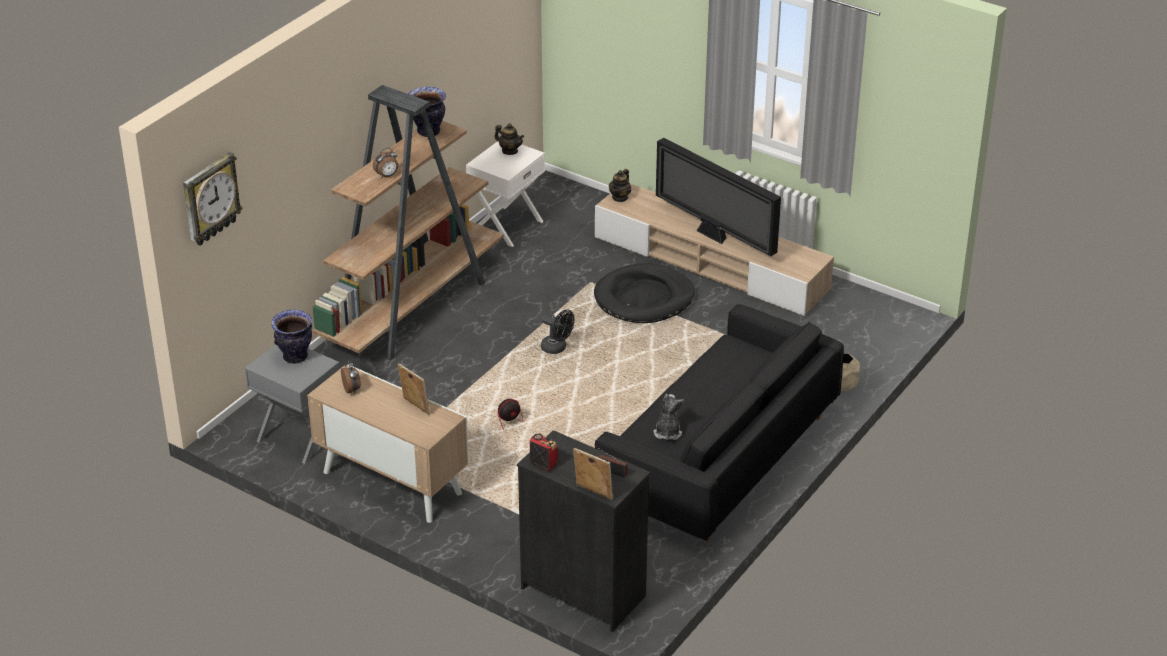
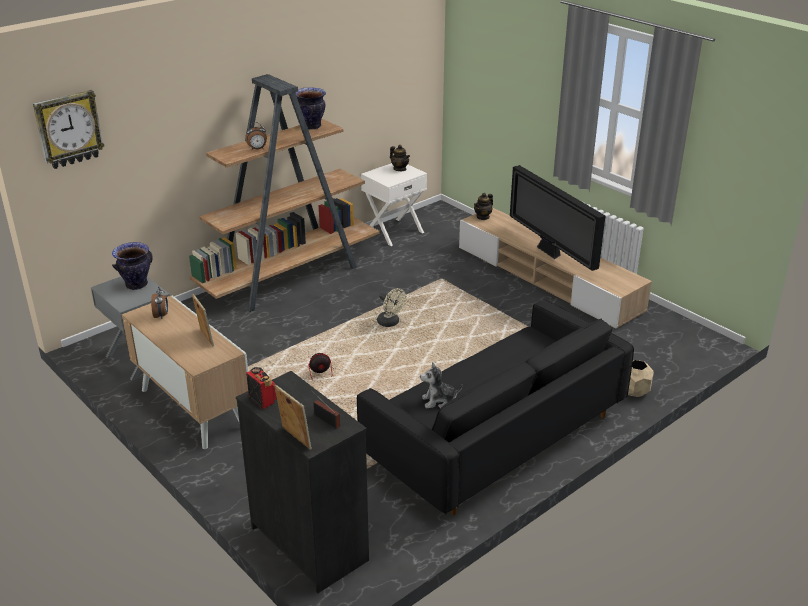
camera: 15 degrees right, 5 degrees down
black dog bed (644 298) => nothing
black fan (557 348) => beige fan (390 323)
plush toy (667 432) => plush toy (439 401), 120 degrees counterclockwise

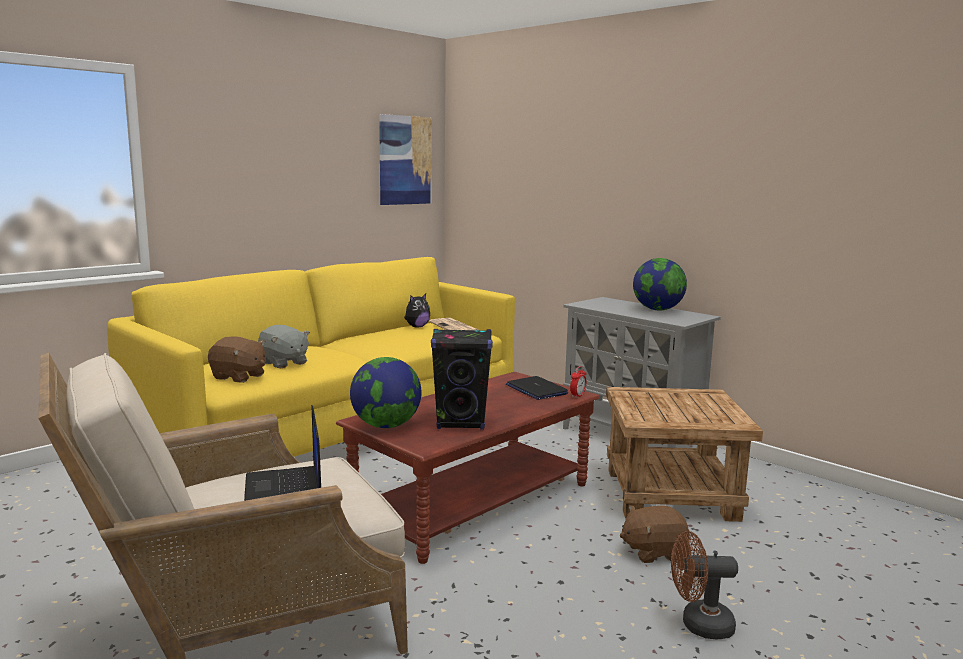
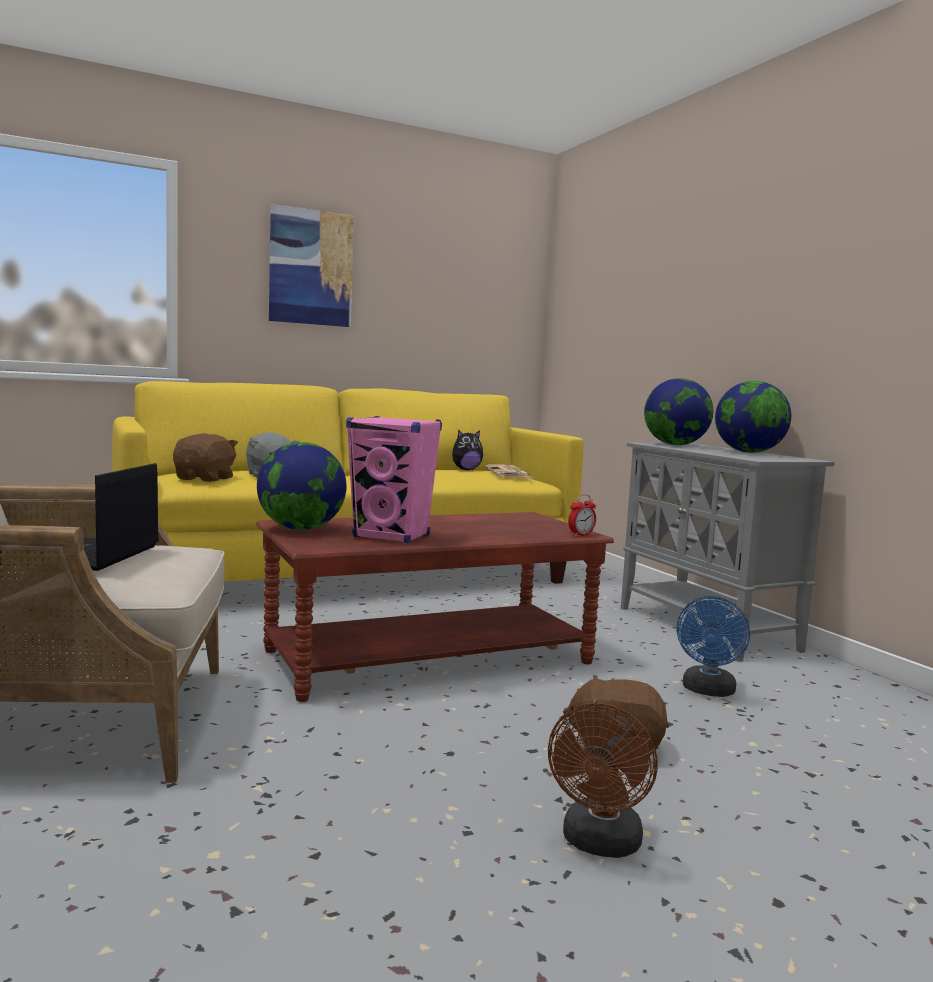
camera: 20 degrees right, 5 degrees down
picture (405 160) => picture (311 267), shifted
black speaker (461 423) => pink speaker (392 537)
brown plush toy (238 377) => brown plush toy (205 479), 120 degrees counterclockwise
laptop (536 389) => nothing
brown side table (671 493) => blue fan (708 691)
brown fan (699 625) => brown fan (599 844), 90 degrees counterclockwise
nothing => globe (675 445)

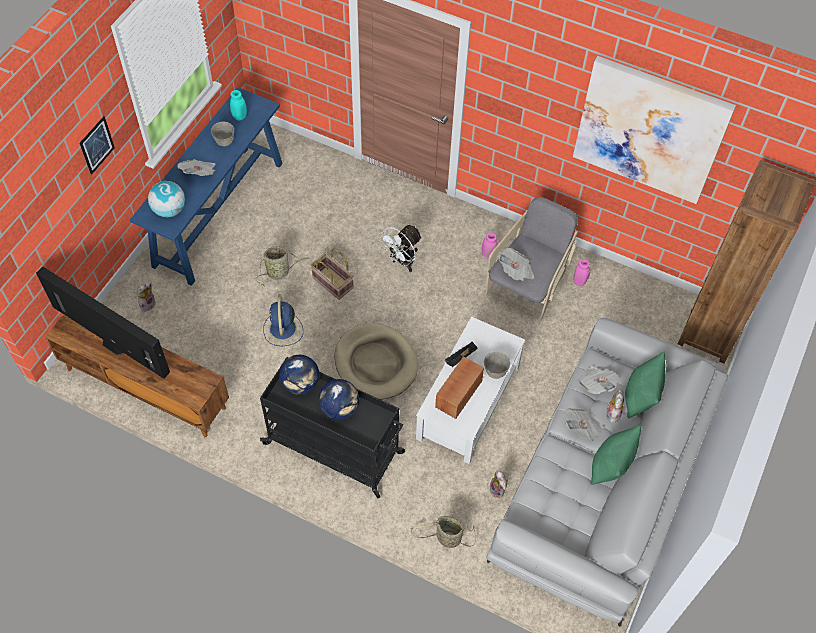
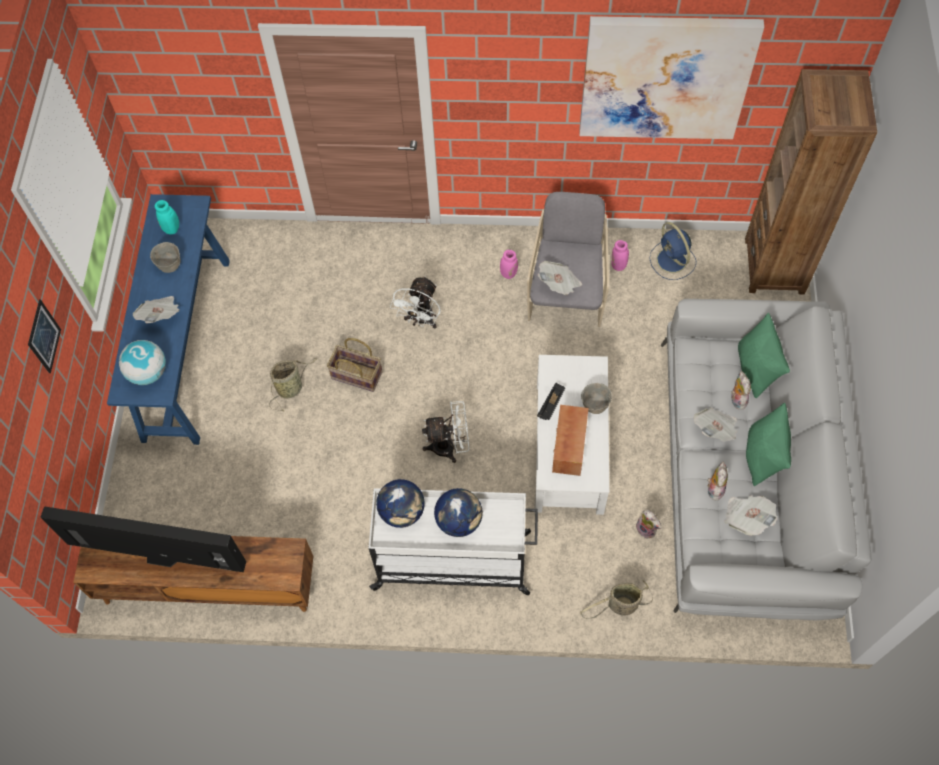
camera: 20 degrees left, 5 degrees up
plush toy (147 304) => plush toy (714 488), shifted
blue fan (283 329) => blue fan (672 261), shifted
beige dog bed (376 363) => white fan (450 446)
black cart (335 448) => white cart (454 560)
newspaper (596 384) => newspaper (747 518), shifted

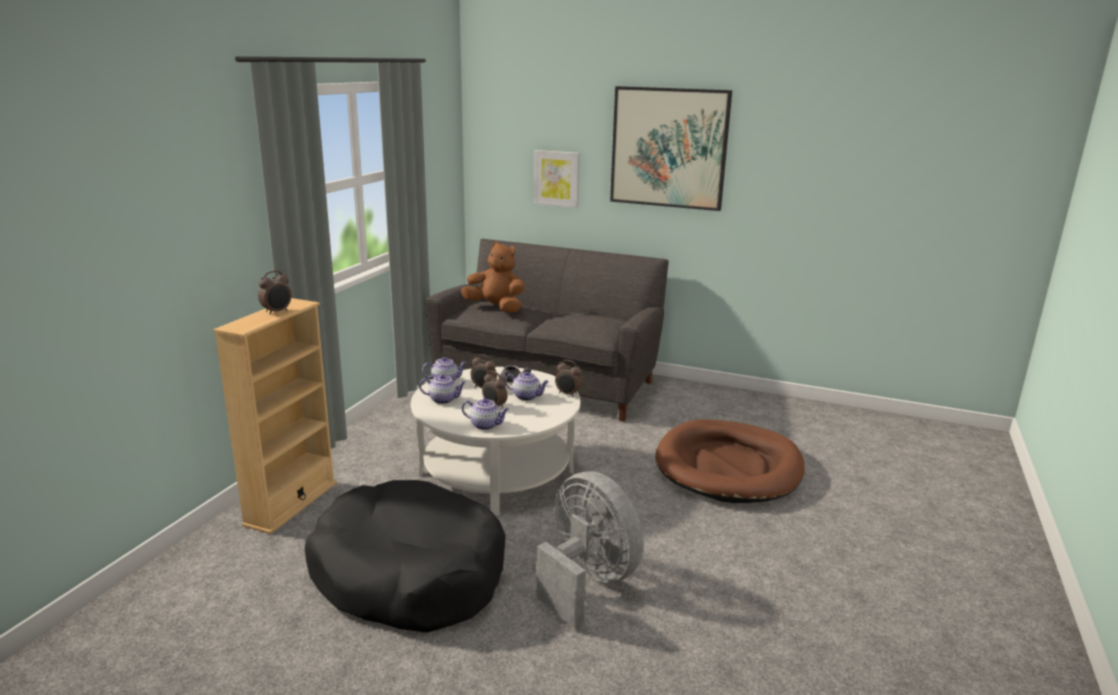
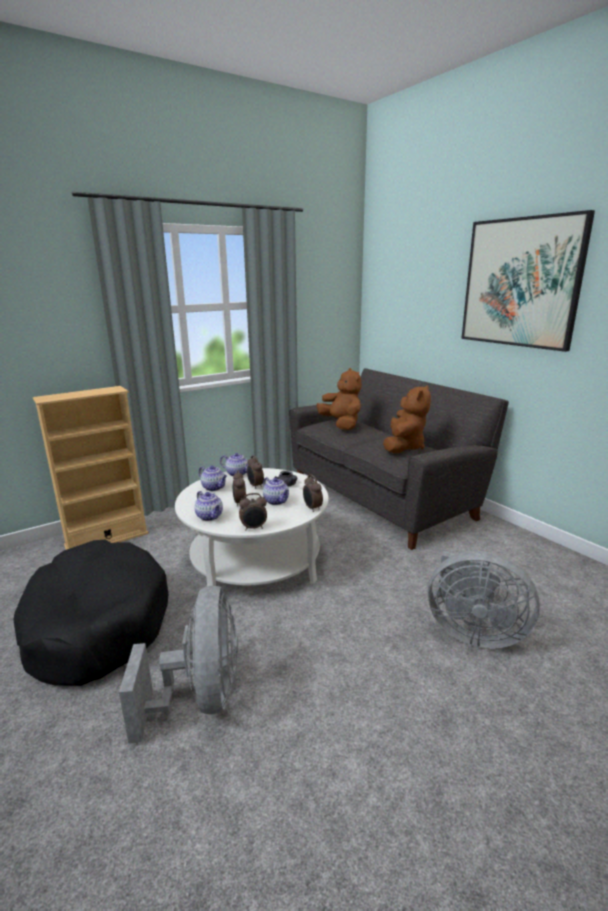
camera: 35 degrees right, 0 degrees up
picture (557 178) => nothing
alarm clock (277 312) => alarm clock (254 528), shifted
brown dog bed (728 467) => grey fan (472 632)
nothing => brown plush toy (404 447)

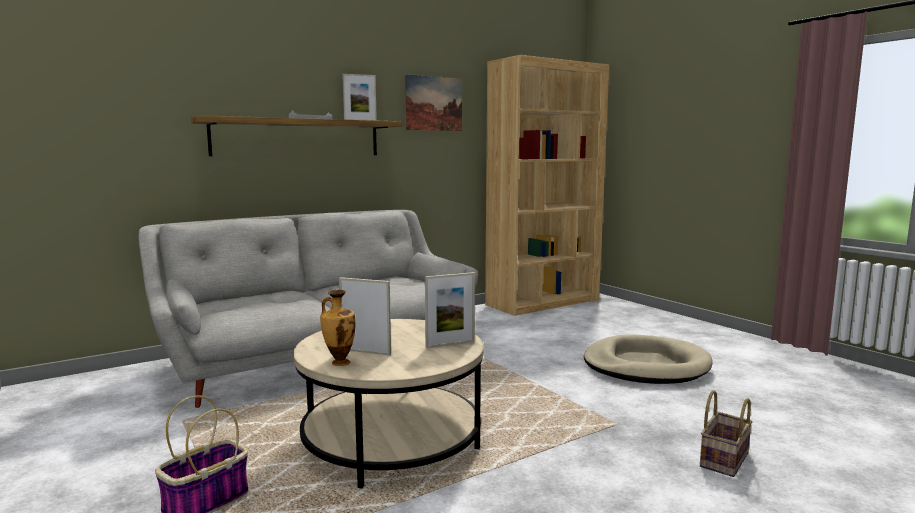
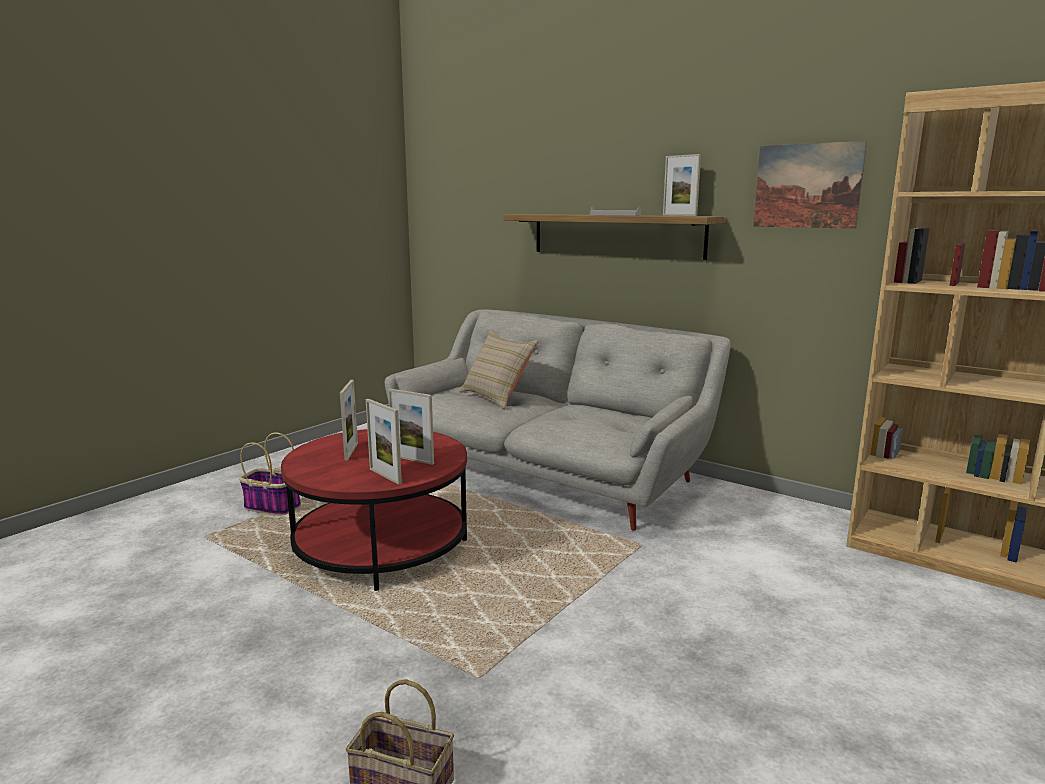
camera: 70 degrees right, 5 degrees up
vase (339 362) => nothing
beige coffee table (392 440) => red coffee table (381 546)
beige dog bed (645 365) => nothing
nothing => beige pillow (497 397)
nothing => picture frame (412 460)

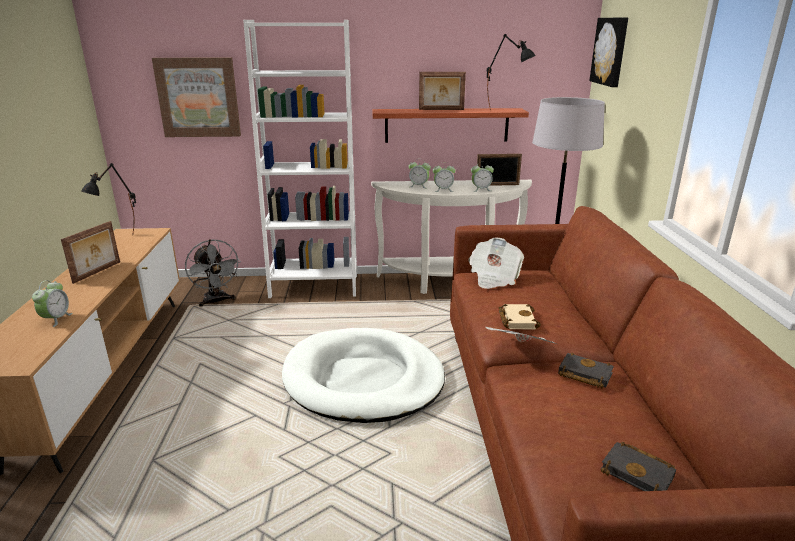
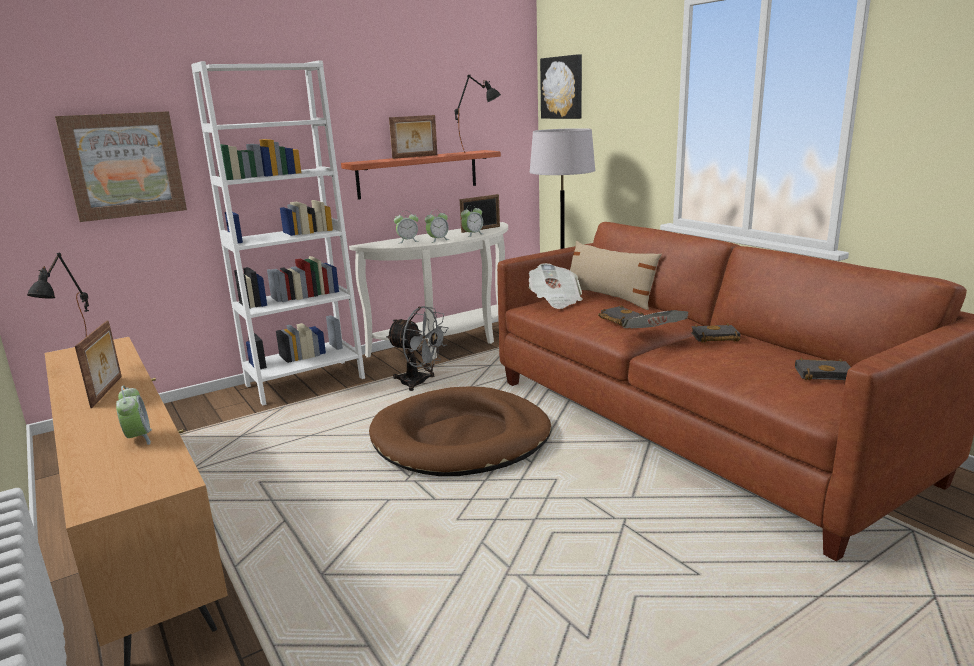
camera: 30 degrees left, 5 degrees down
grey fan (216 301) => grey fan (419 383), shifted
beige book (516 319) => black book (619 320)
white dog bed (363 379) => brown dog bed (461 438)
nothing => beige pillow (609 297)

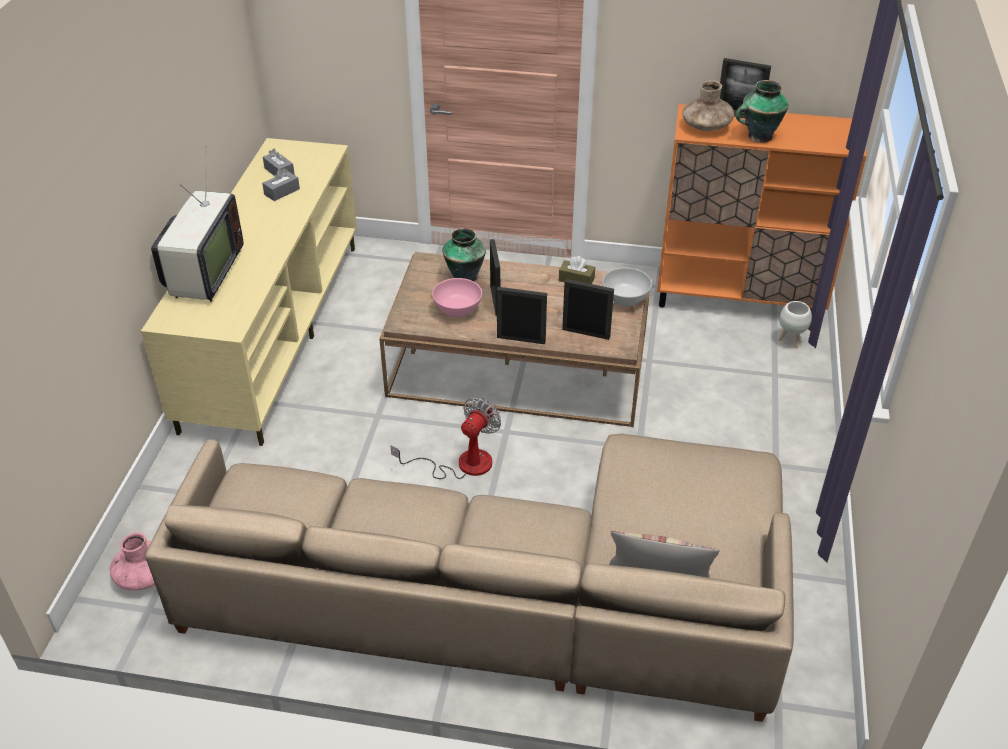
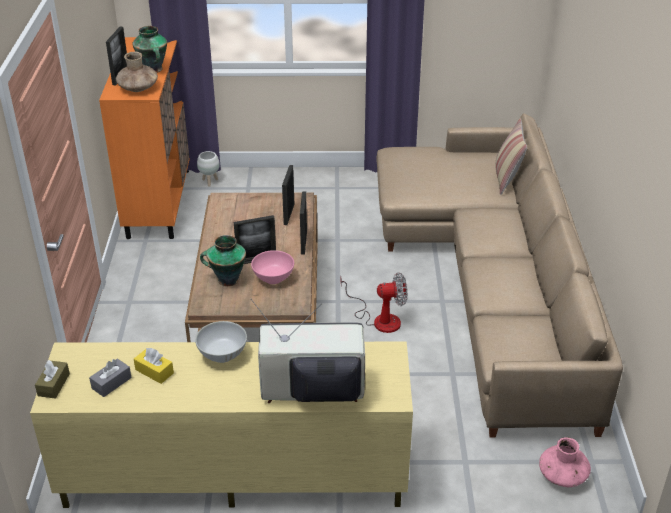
camera: 100 degrees left, 5 degrees down
grey tissue box (282 192) => yellow tissue box (154 371)
brown tissue box (576 279) => brown tissue box (53 385), shifted
white bowl (625 299) => white bowl (222 354), shifted
fan (462 464) => fan (379 319), 150 degrees clockwise

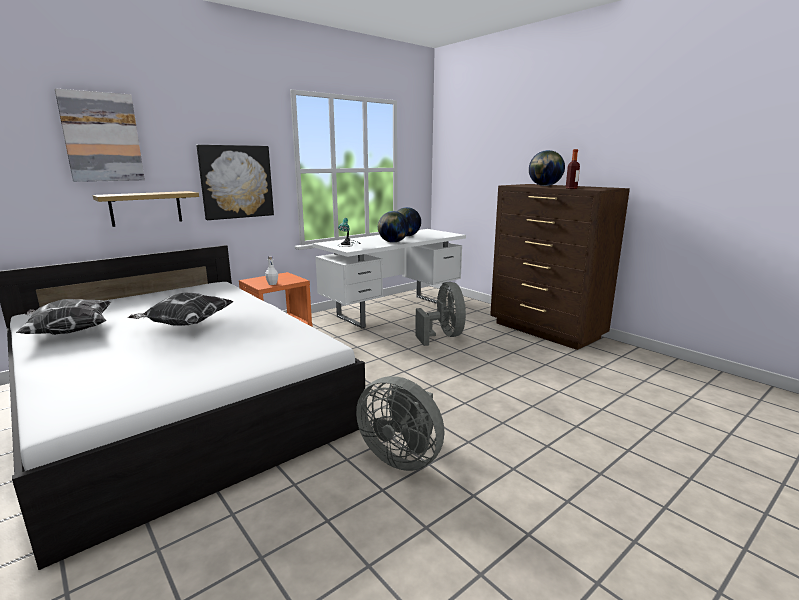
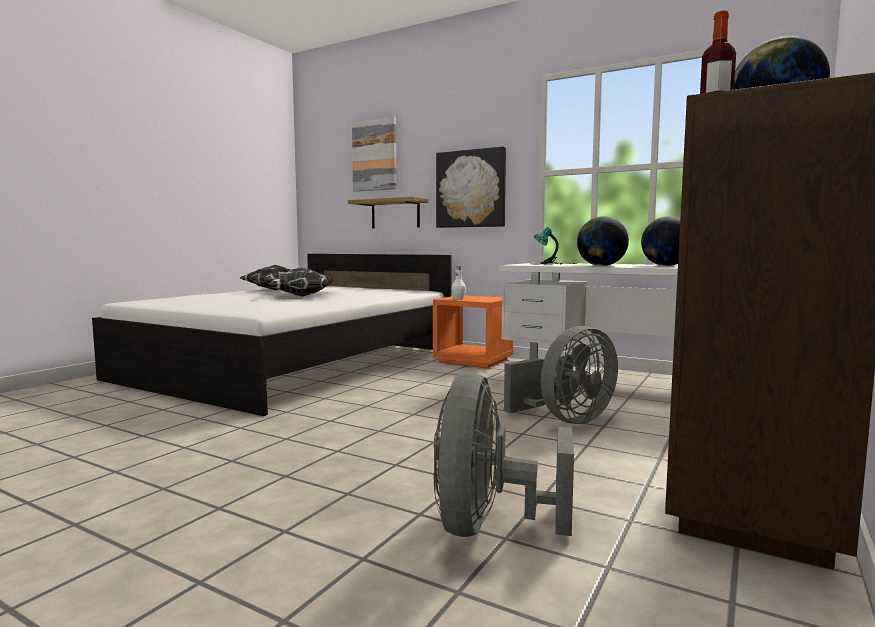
camera: 70 degrees right, 10 degrees down
grey fan (402 457) => grey fan (489 526), shifted

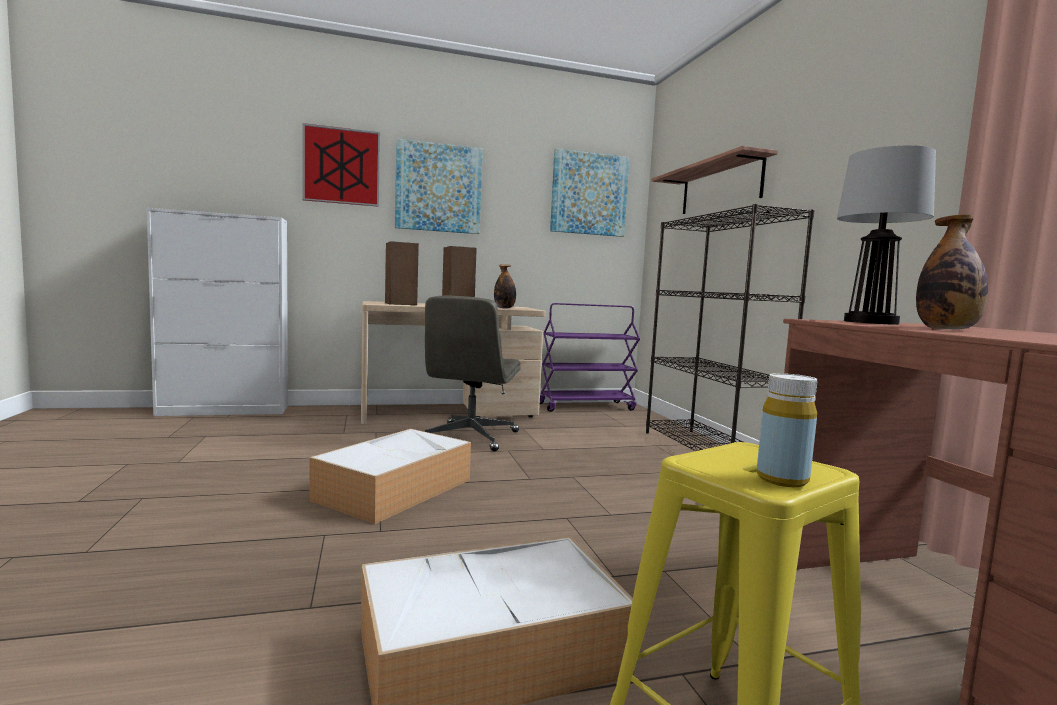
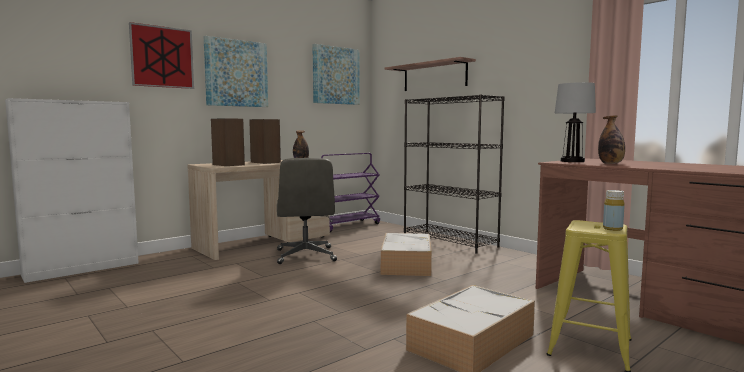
camera: 25 degrees left, 0 degrees up
storage box (395 489) => storage box (406 263), shifted

